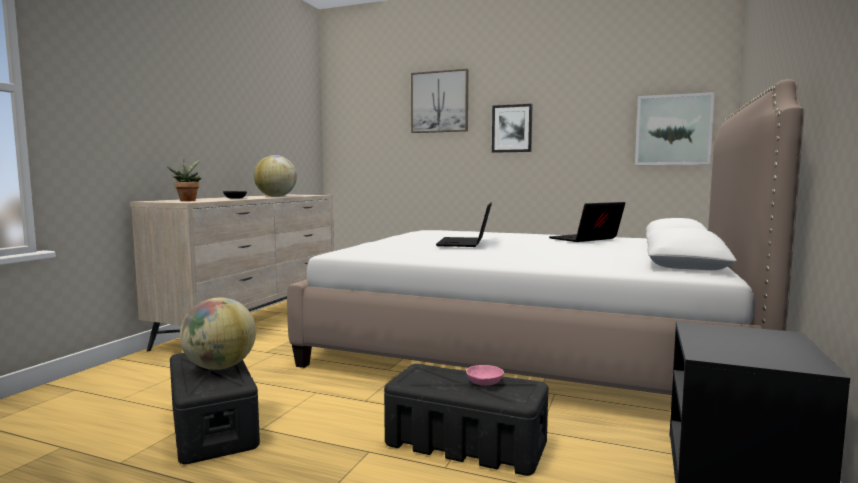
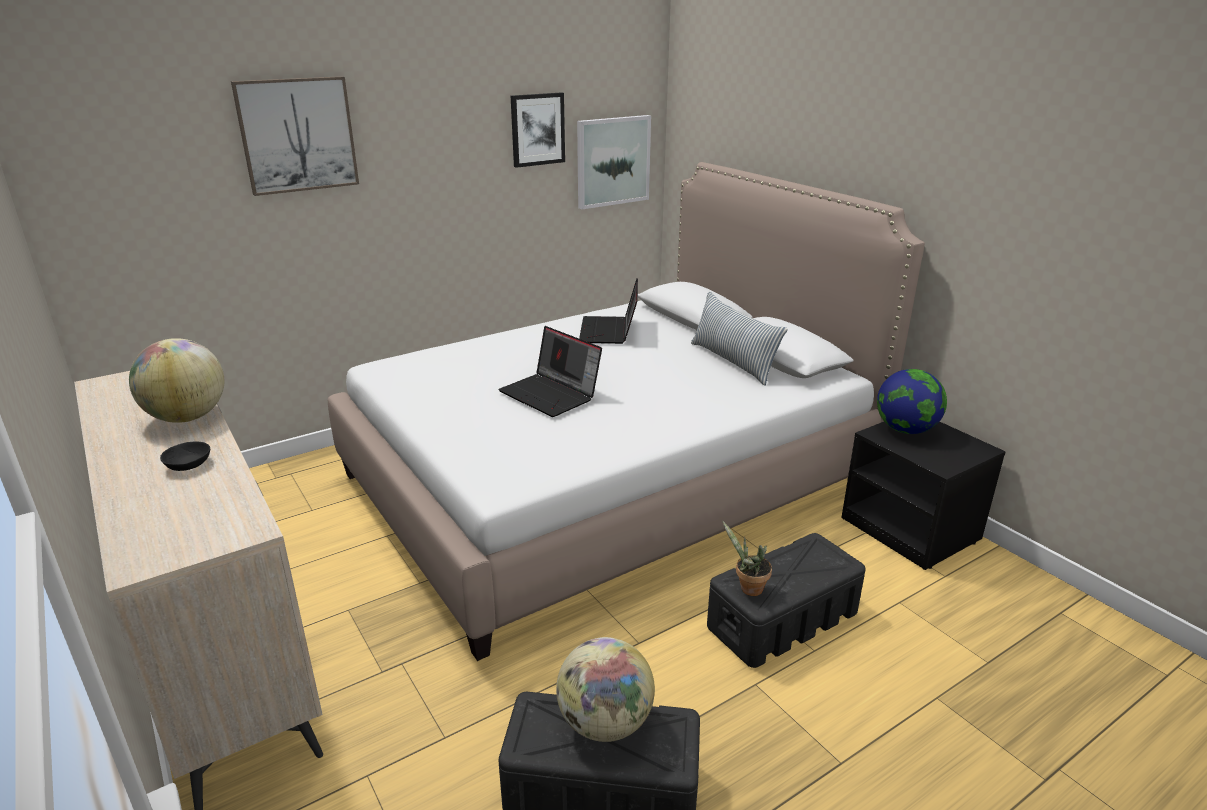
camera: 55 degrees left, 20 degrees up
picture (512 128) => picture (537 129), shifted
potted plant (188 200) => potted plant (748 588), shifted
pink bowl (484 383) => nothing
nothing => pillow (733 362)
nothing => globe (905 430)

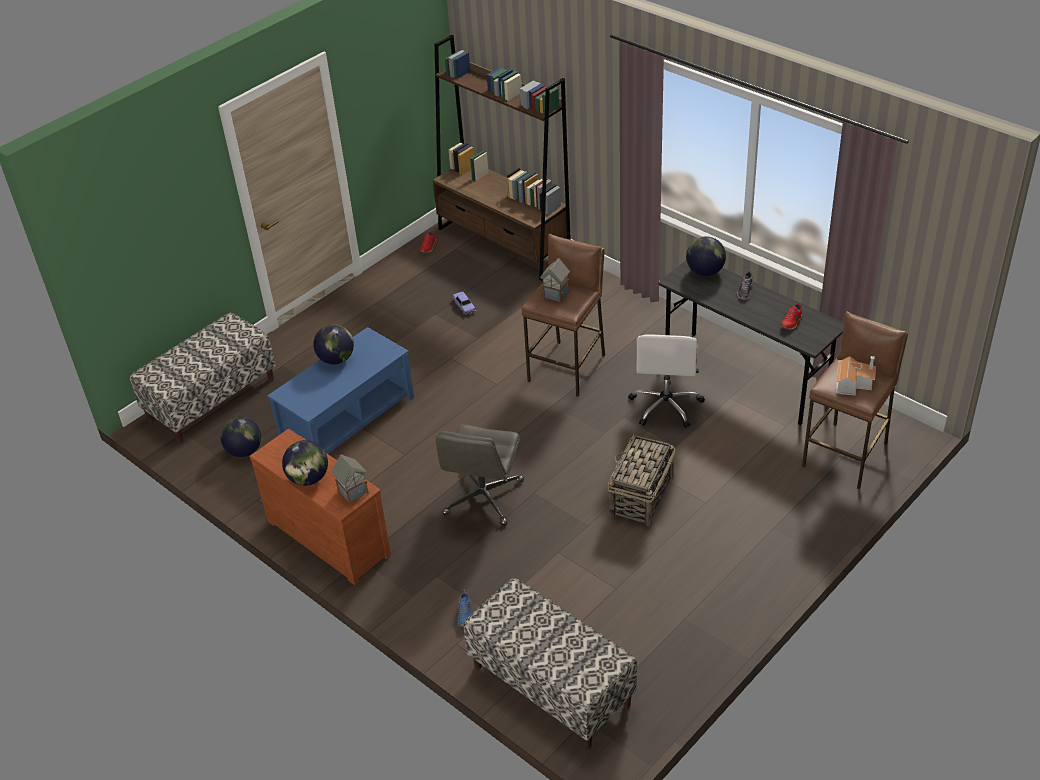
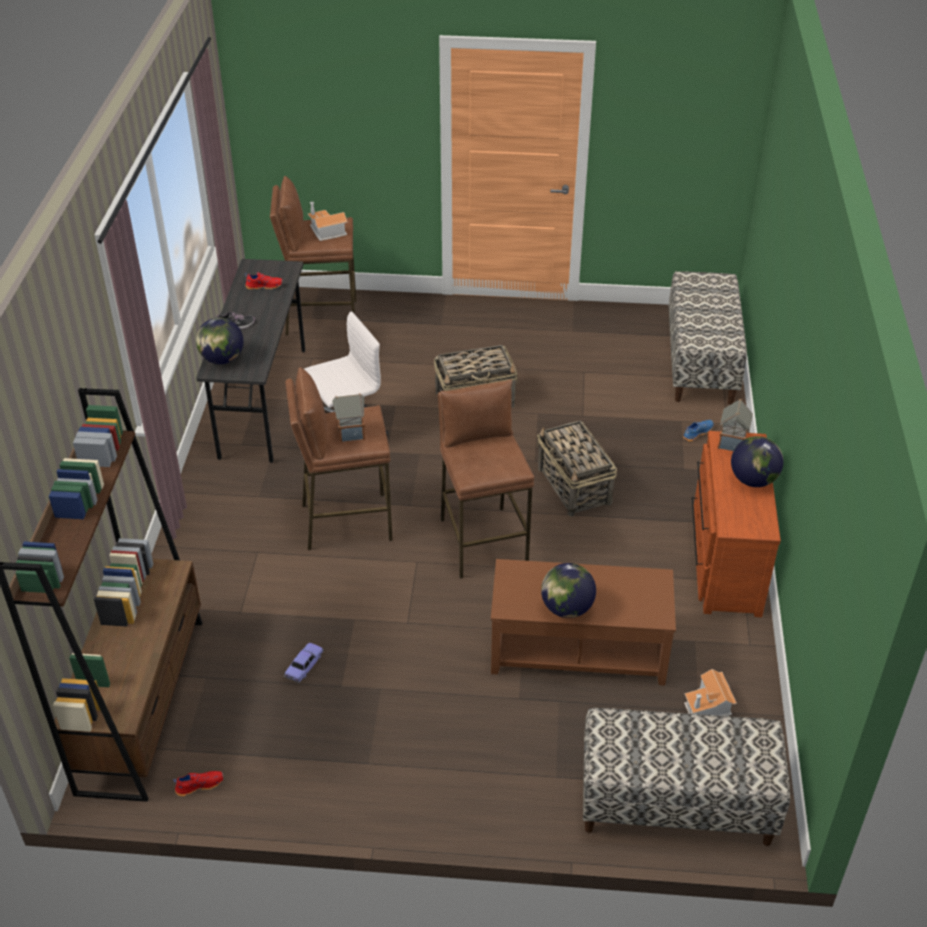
camera: 130 degrees left, 0 degrees up
blue coffee table (348 419) => brown coffee table (578 649)
globe (244 451) => toy house (708 706)
grey office chair (483 498) => basket (574 487)
nothing => brown stool (483 541)

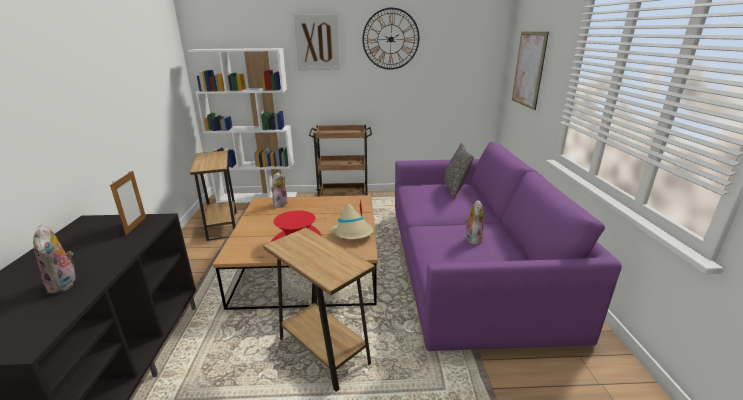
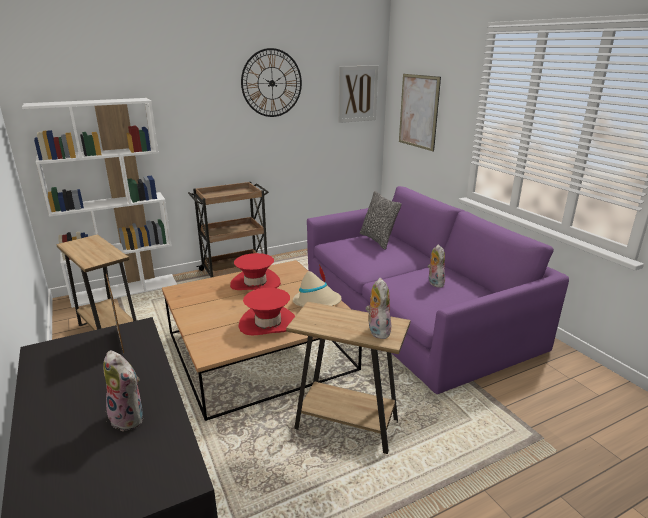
camera: 25 degrees left, 0 degrees up
picture (317 42) => picture (357 94), shifted
plush toy (280 203) => plush toy (377 330), shifted
nothing => red hat (255 283)

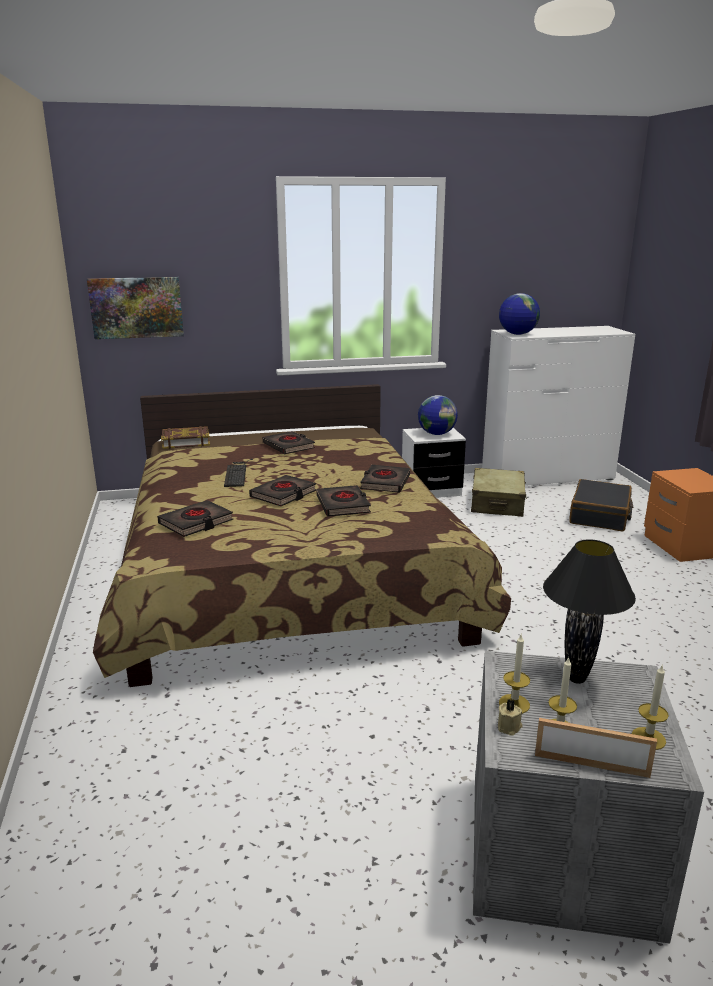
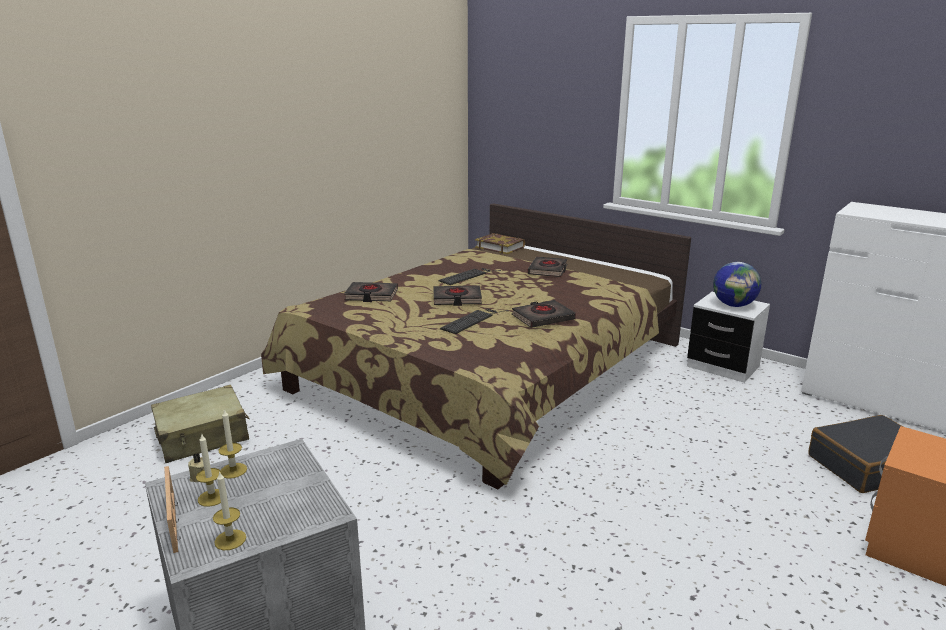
camera: 50 degrees right, 0 degrees up
picture (136 307) => nothing
globe (517 334) => nothing
beige suitcase (497 503) => beige suitcase (203 436), shifted
black book (343 505) => keyboard (472 320)
black table lamp (577 678) => nothing

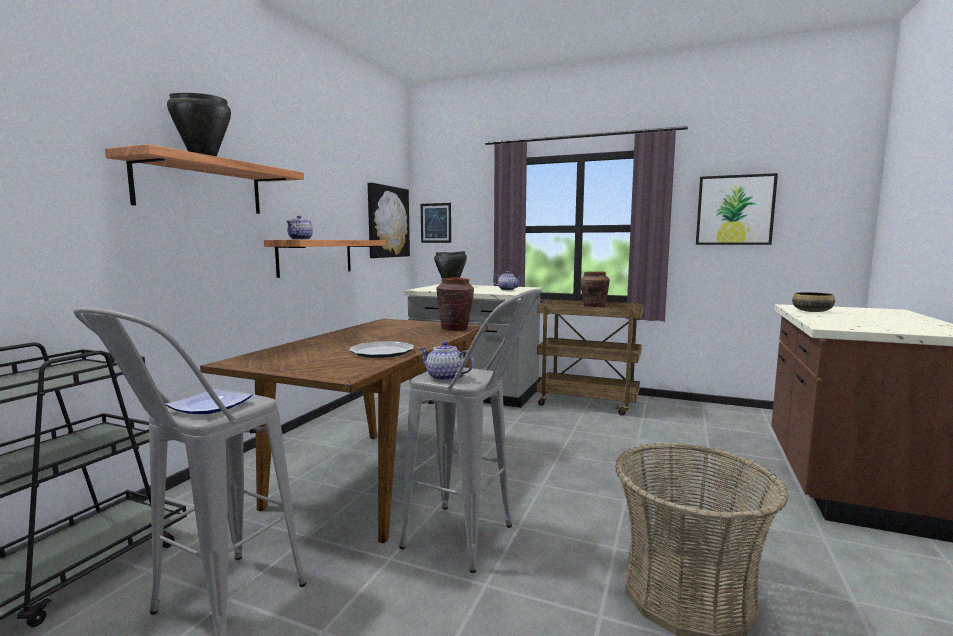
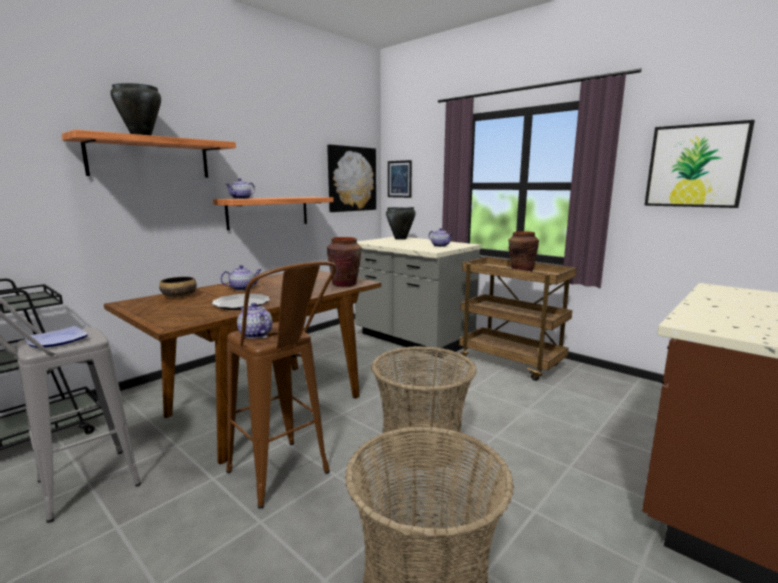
camera: 20 degrees right, 5 degrees up
grey stool (473 542) => brown stool (286 480)
bowl (812 311) => bowl (179 296), shifted
nothing => teapot (243 288)
nothing => basket (422 444)

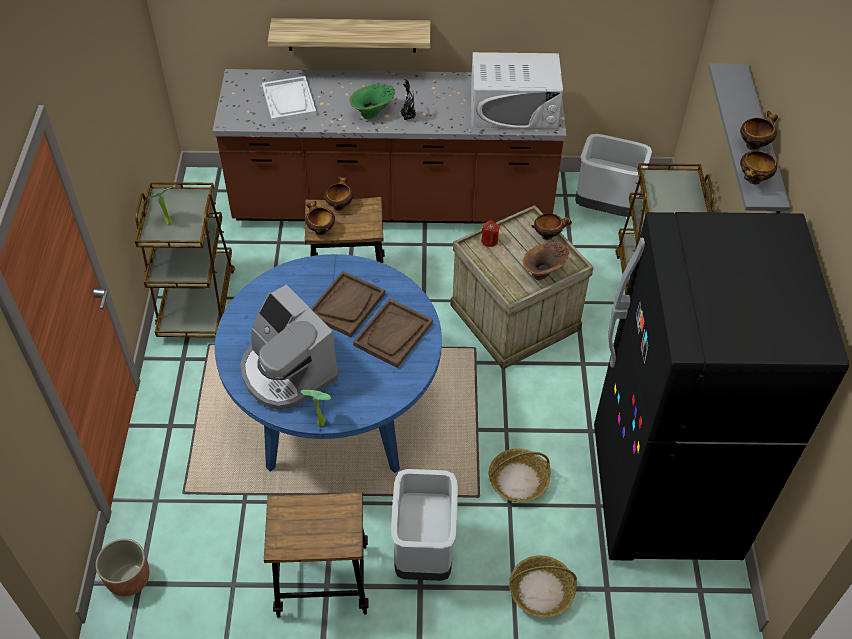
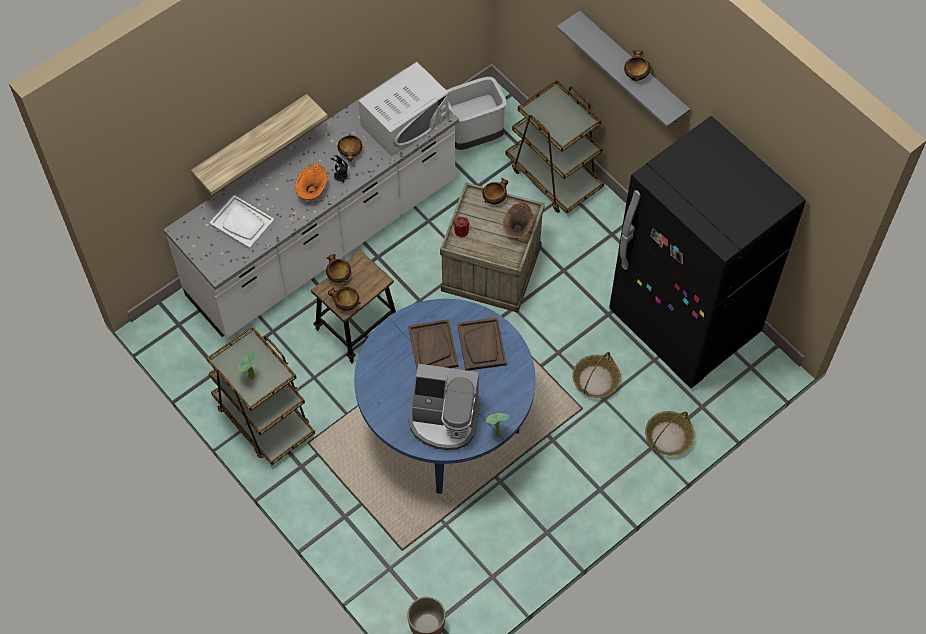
camera: 40 degrees left, 10 degrees up
brown counter (393 204) => white counter (323 240)
green vase (373 114) => orange vase (313 192)
bowl (753 180) => bowl (351 154), shifted
grey trash can (425 553) => nothing
stool (322 581) => nothing

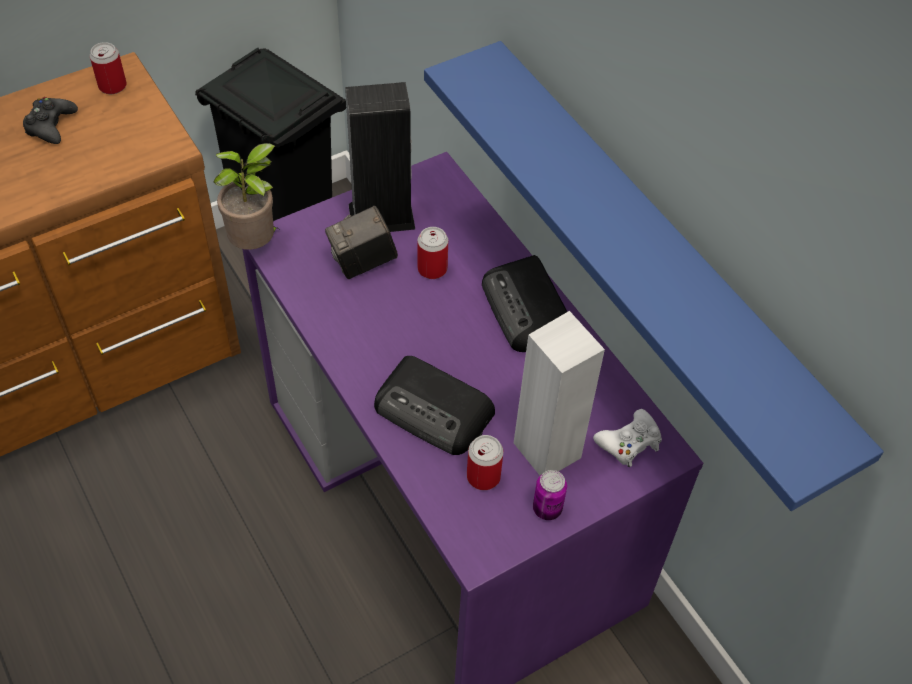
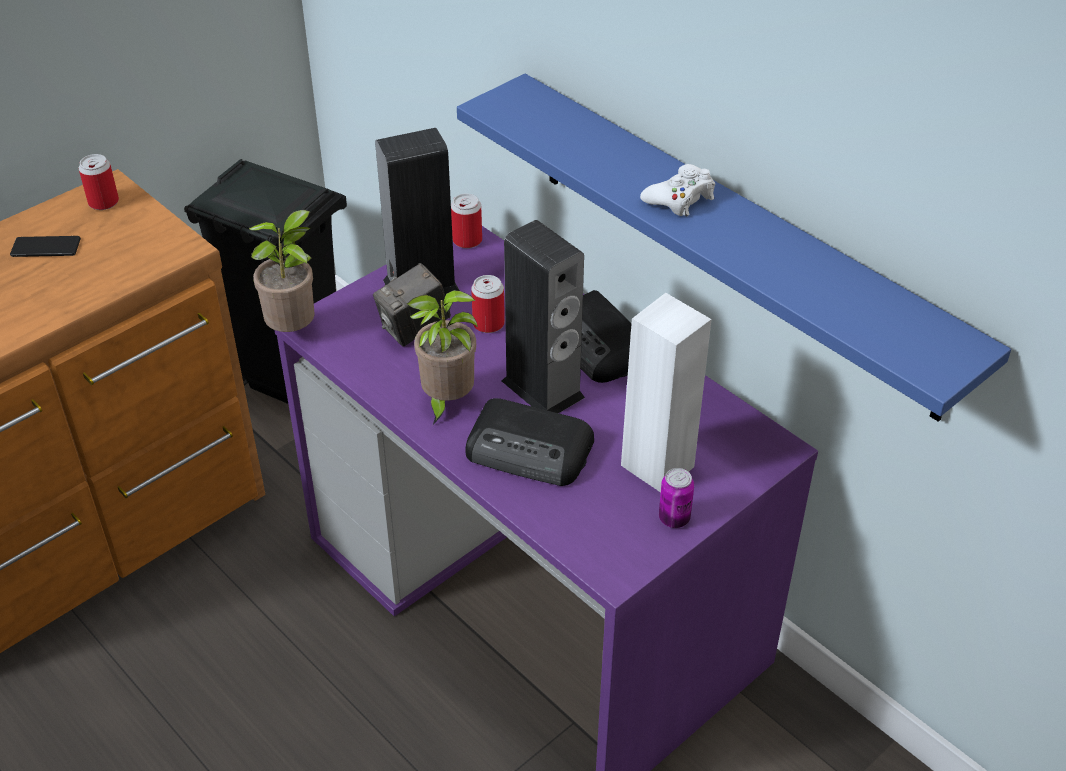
camera: 10 degrees left, 10 degrees down
black game controller (51 126) => phone (46 247)
white game controller (629 443) => white game controller (680 198), shifted
can (483 476) => can (467 240), shifted
nothing => speaker (542 389)
nothing => potted plant (446 402)

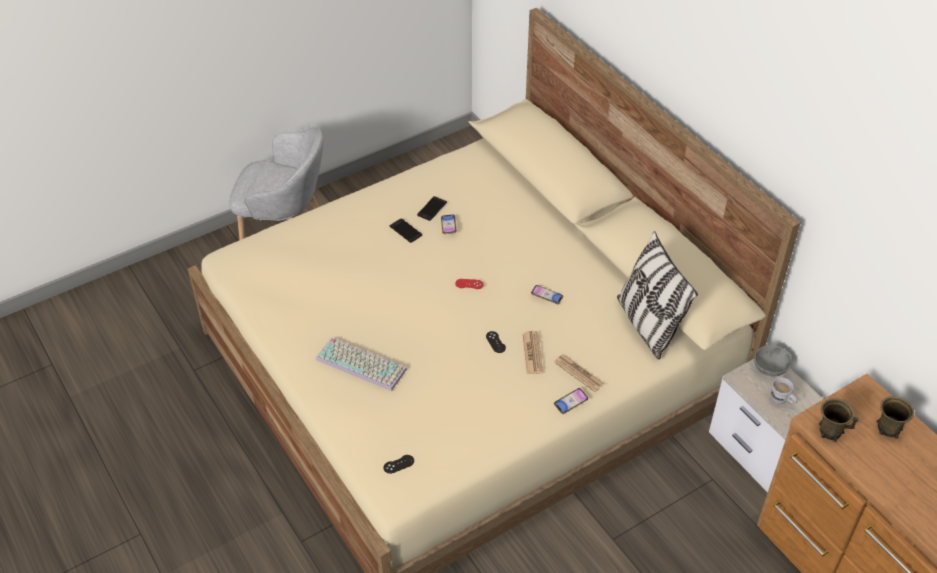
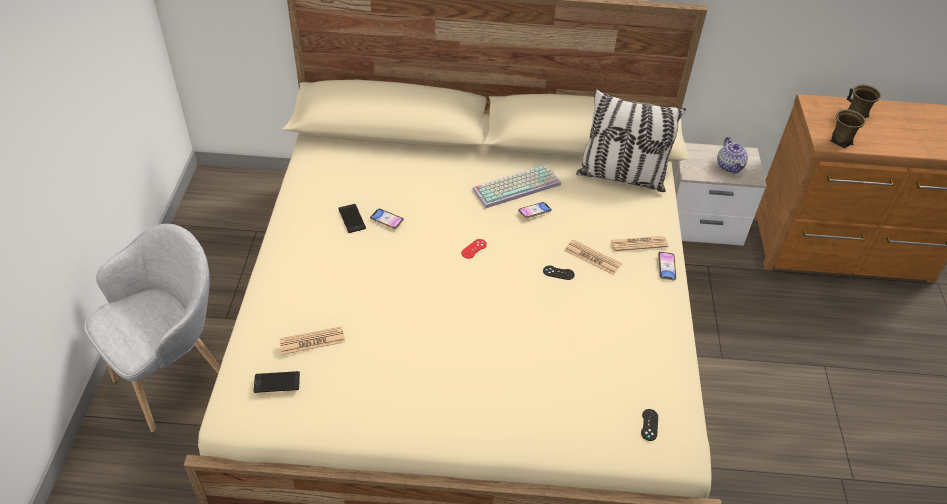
camera: 55 degrees left, 0 degrees up
phone (405 231) => phone (277 382), shifted
keyboard (363 364) => keyboard (517 185), shifted
grey bowl (770 368) => nothing
white mug (782 401) => teapot (729 166)
nothing => newspaper (312 341)

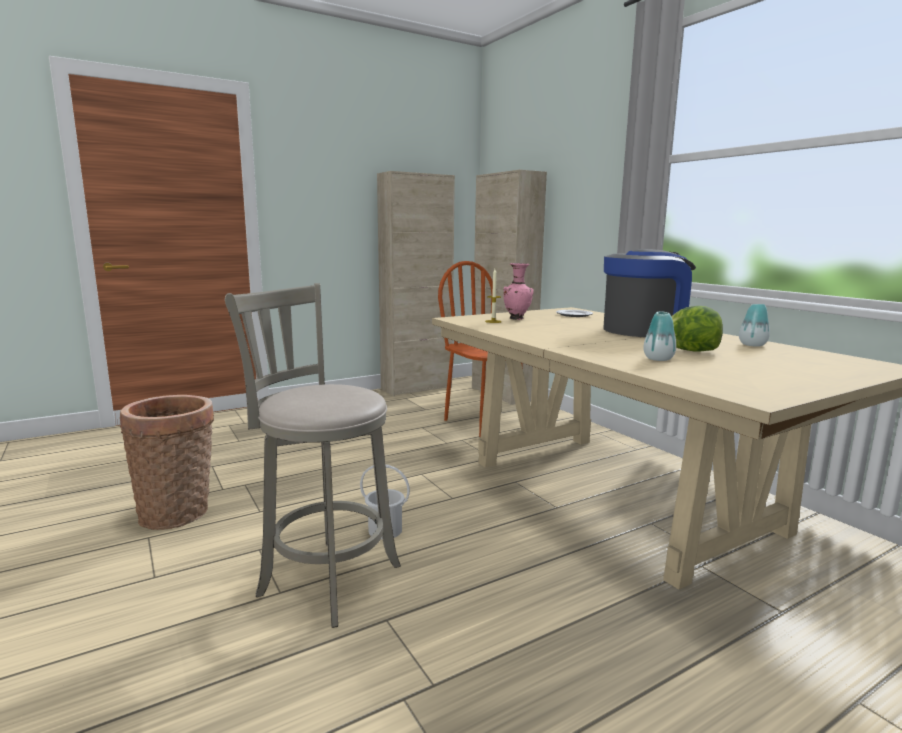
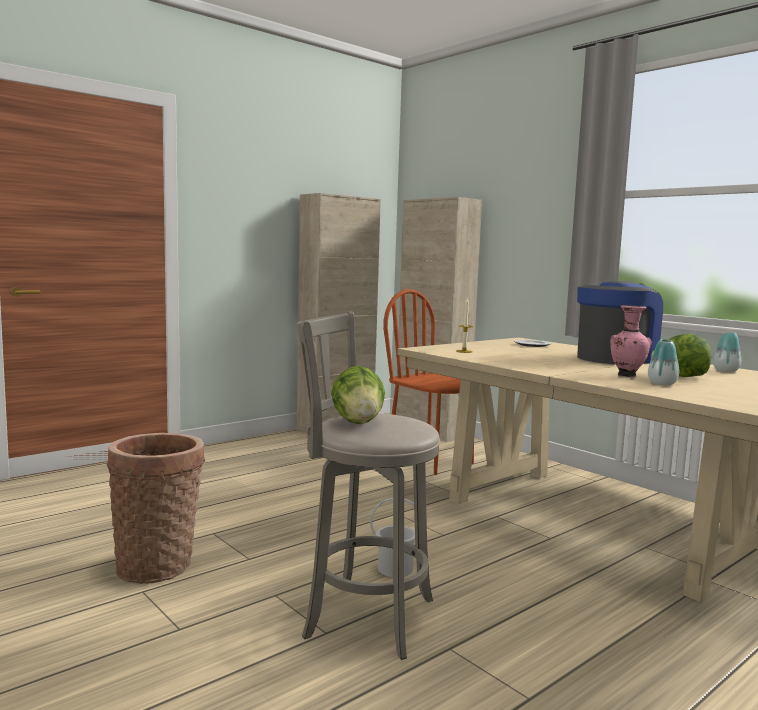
camera: 10 degrees left, 5 degrees down
pink vase (517 319) => pink vase (627 375), shifted
nothing => lettuce (358 422)

